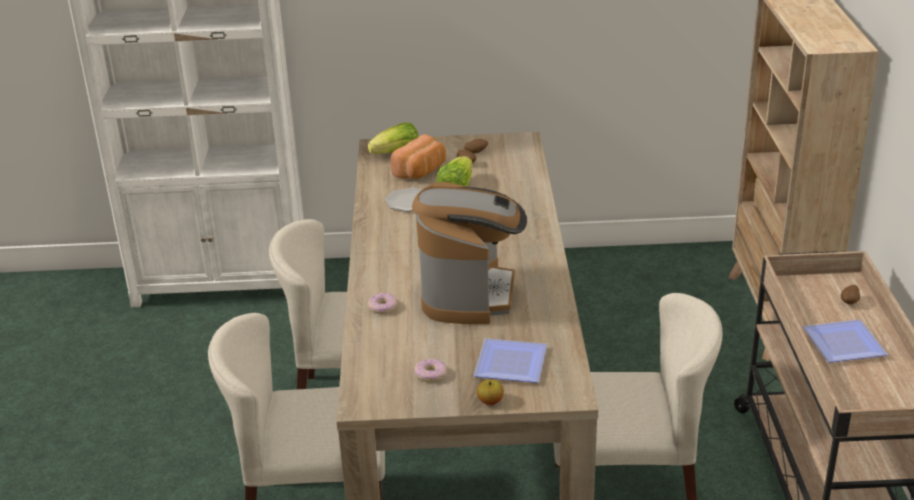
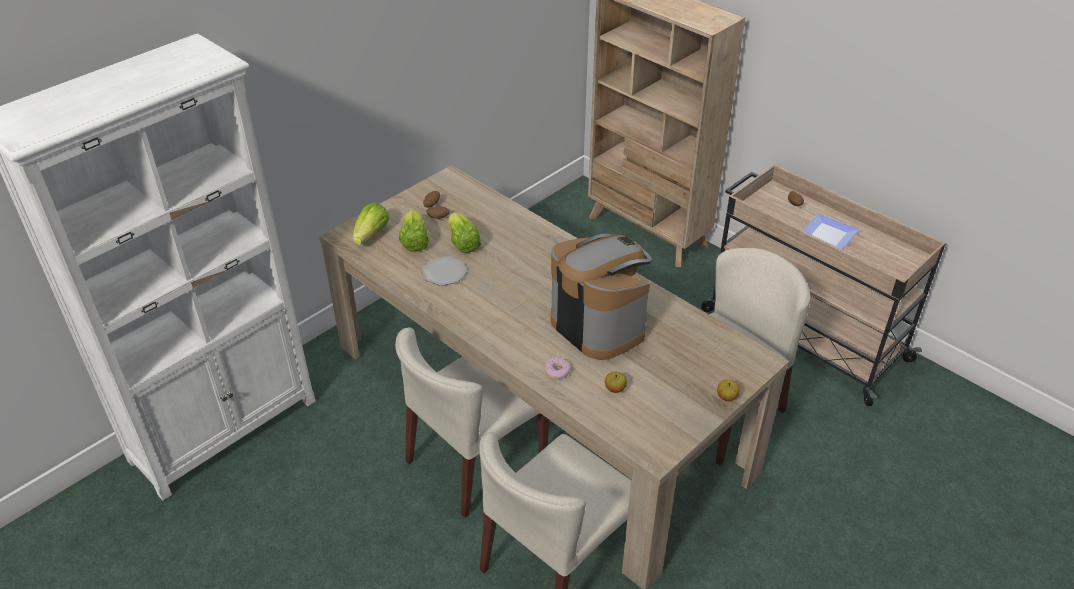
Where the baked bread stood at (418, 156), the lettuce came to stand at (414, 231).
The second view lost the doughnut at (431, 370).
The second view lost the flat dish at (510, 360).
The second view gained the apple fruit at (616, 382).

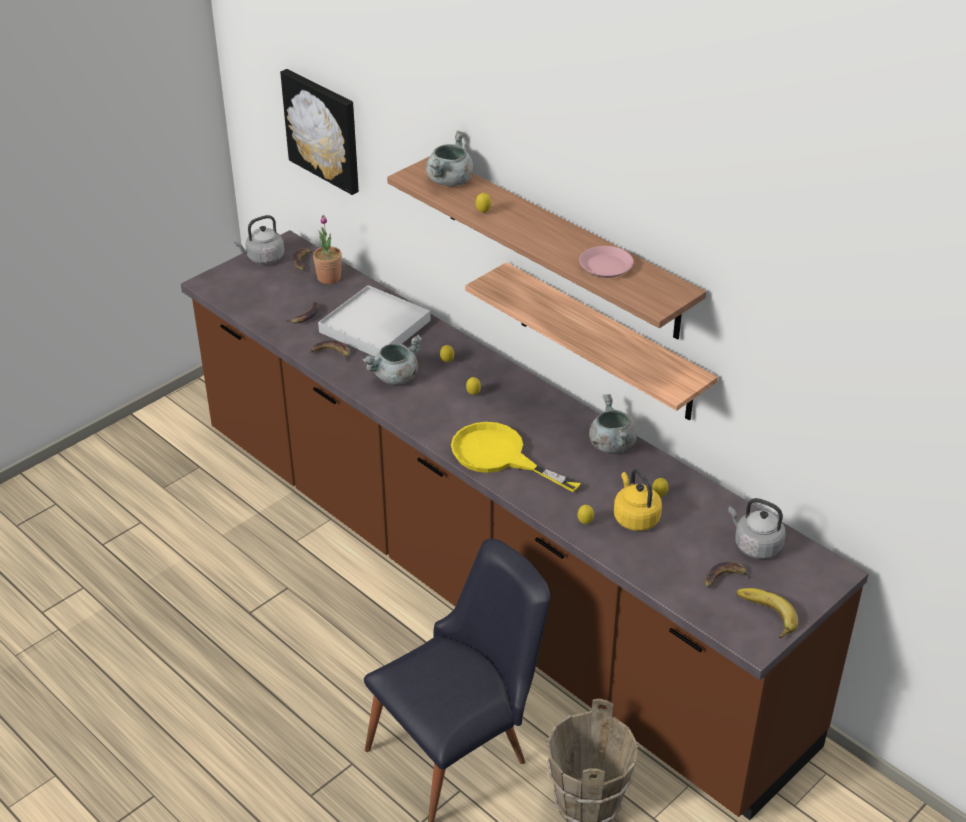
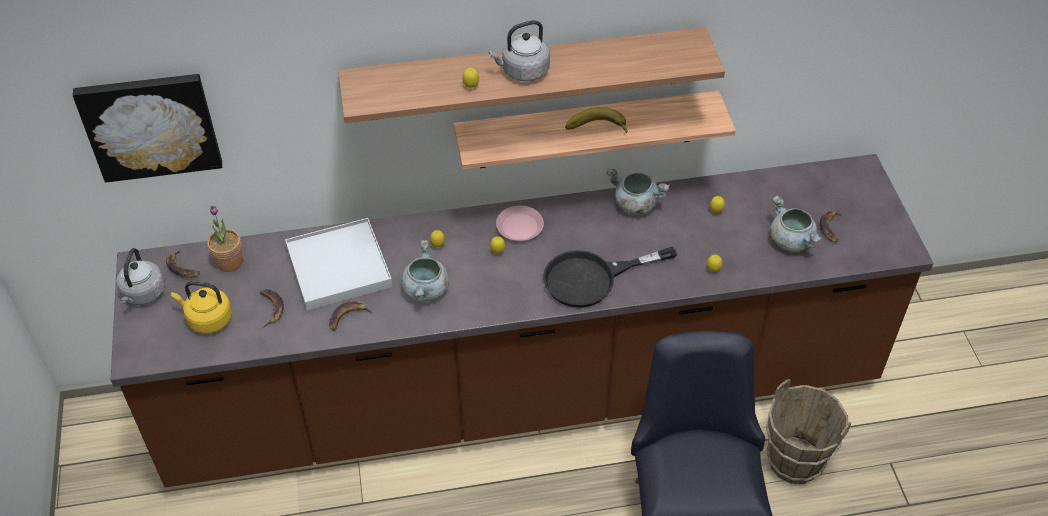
The gray cooking pot ended up elsewhere, having gone from (450, 158) to (796, 224).
What was the yellowish pan at (516, 457) turned into the black-coloured pan at (610, 277).
The pinkish flat dish ended up elsewhere, having gone from (606, 262) to (520, 223).
The yellowish kettle ended up elsewhere, having gone from (638, 500) to (201, 307).
The gray kettle ended up elsewhere, having gone from (757, 528) to (519, 50).
The banana ended up elsewhere, having gone from (767, 613) to (596, 120).

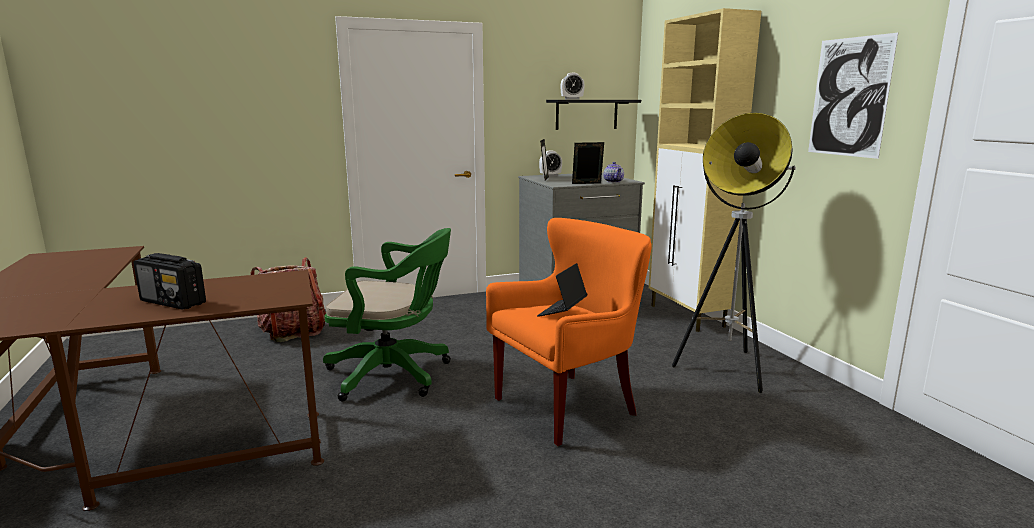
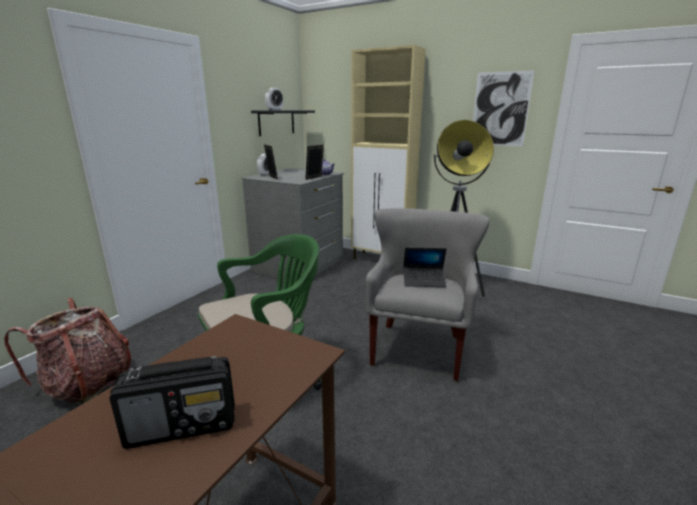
What was the orangey armchair at (568, 332) turned into the gray armchair at (428, 294).
The laptop at (562, 290) ended up facing another way, 75 degrees counterclockwise from before.

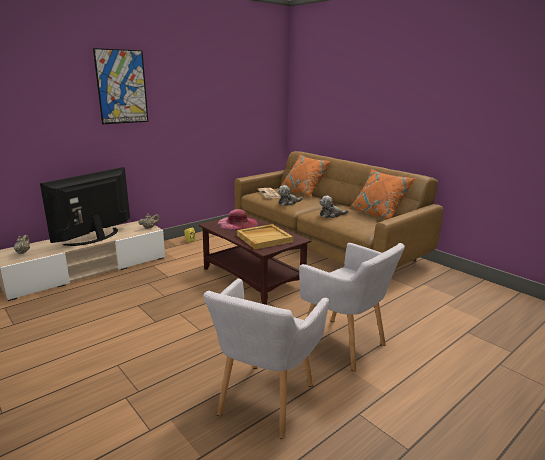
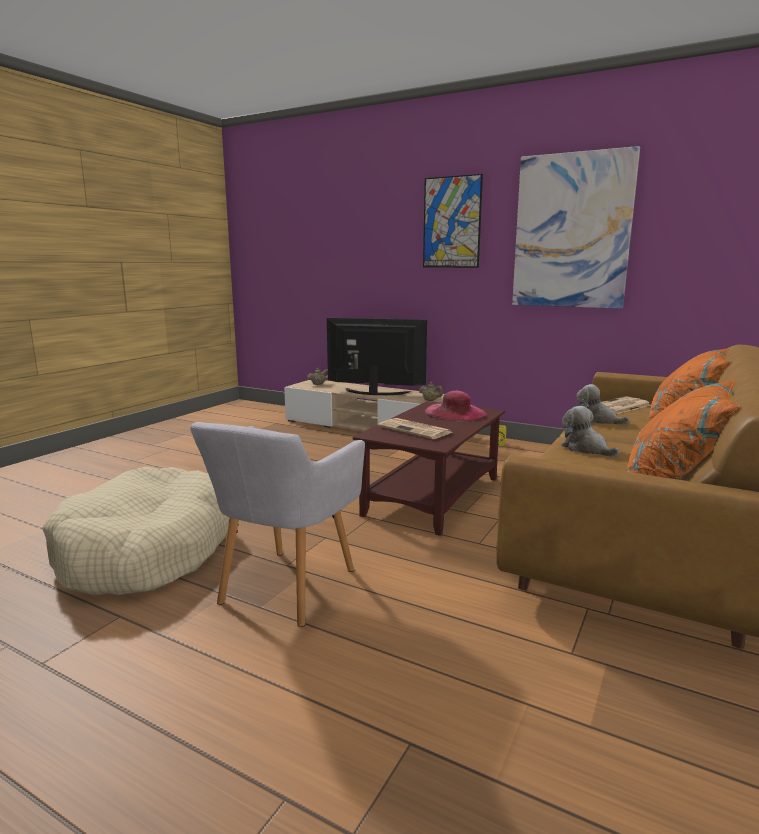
Where the gray armchair stood at (266, 359), the beige dog bed came to stand at (136, 530).
Where the beige tray stood at (265, 237), the printed paper came to stand at (415, 428).
The second view gained the wall art at (576, 227).

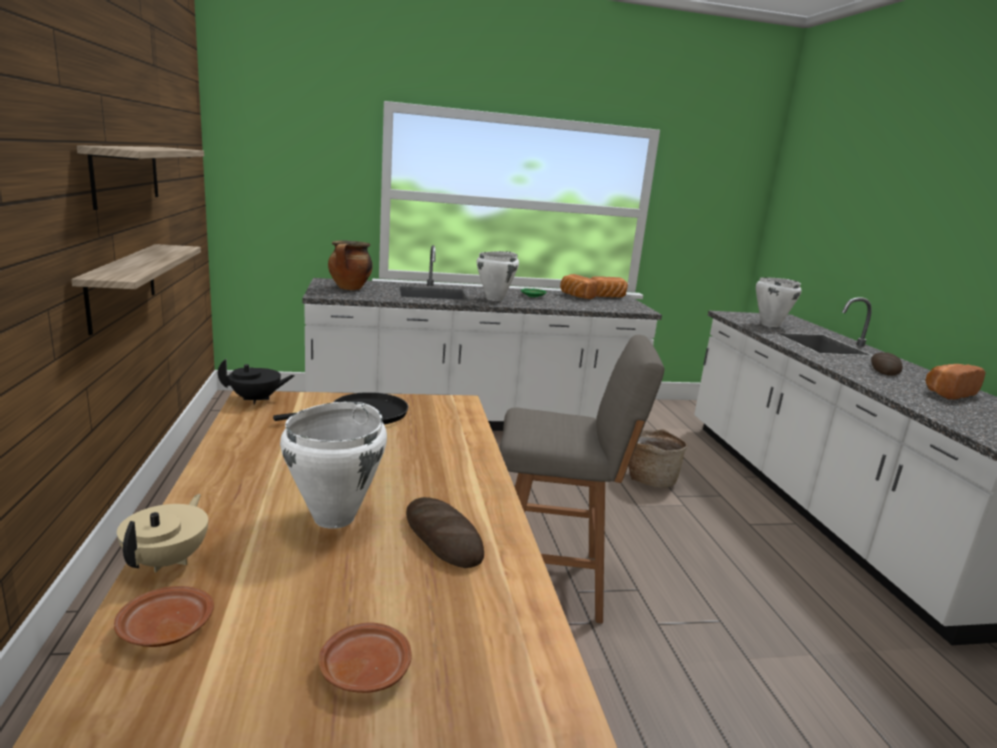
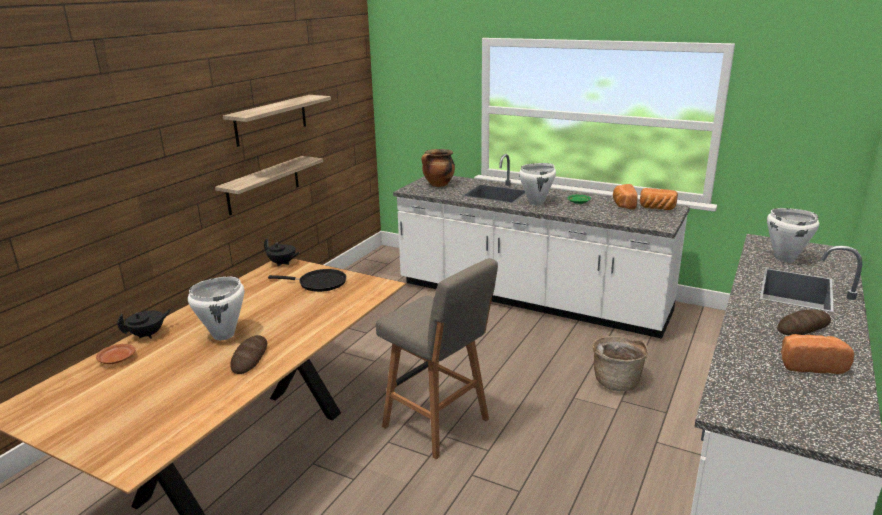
What was the beige teapot at (162, 533) turned into the black-coloured teapot at (144, 323).
The second view lost the brown flat dish at (365, 657).

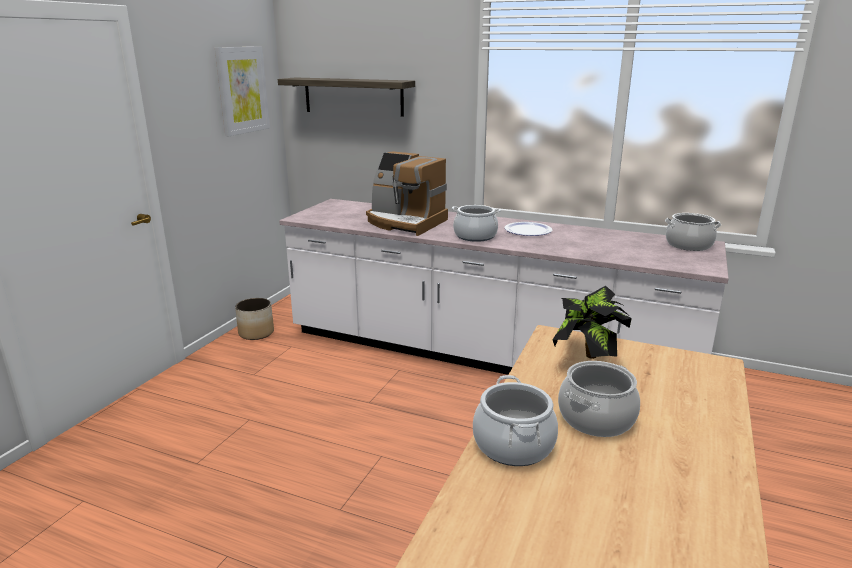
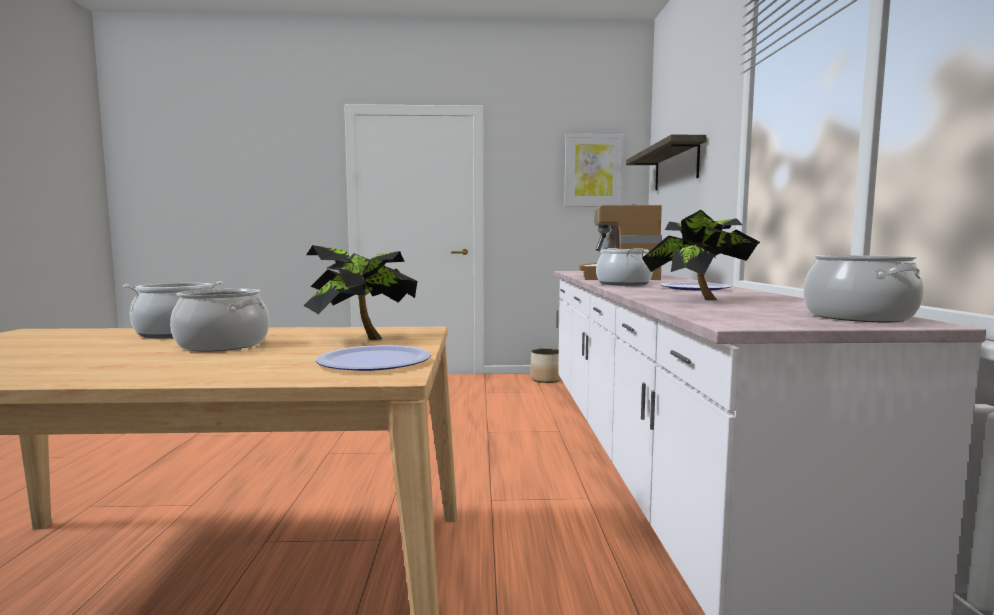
The second view gained the flat dish at (373, 358).
The second view gained the houseplant at (701, 255).

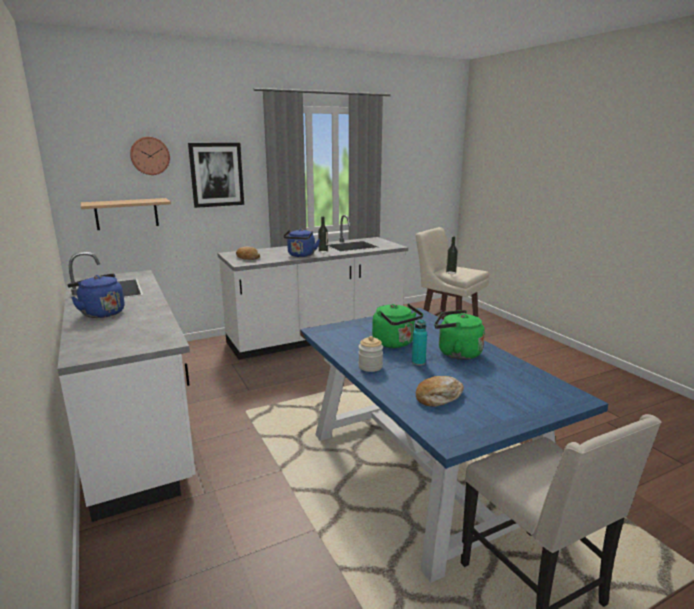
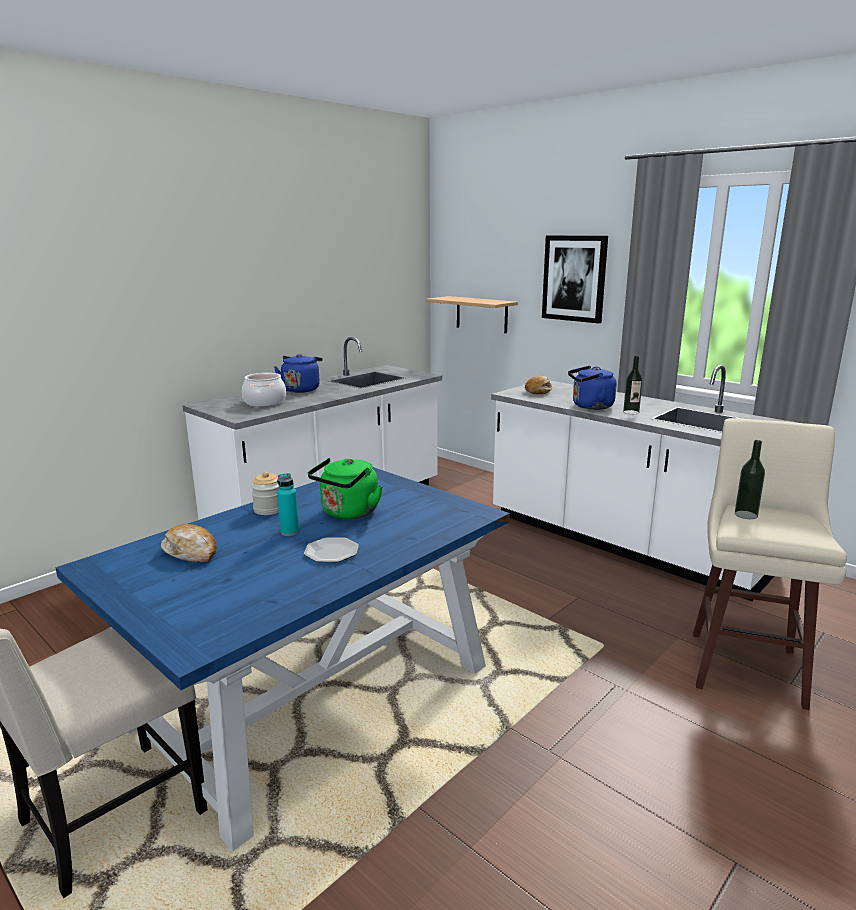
The second view lost the clock on the wall at (150, 156).
Where the green kettle stood at (459, 335), the flat dish came to stand at (331, 549).
The second view gained the cooking pot at (264, 389).

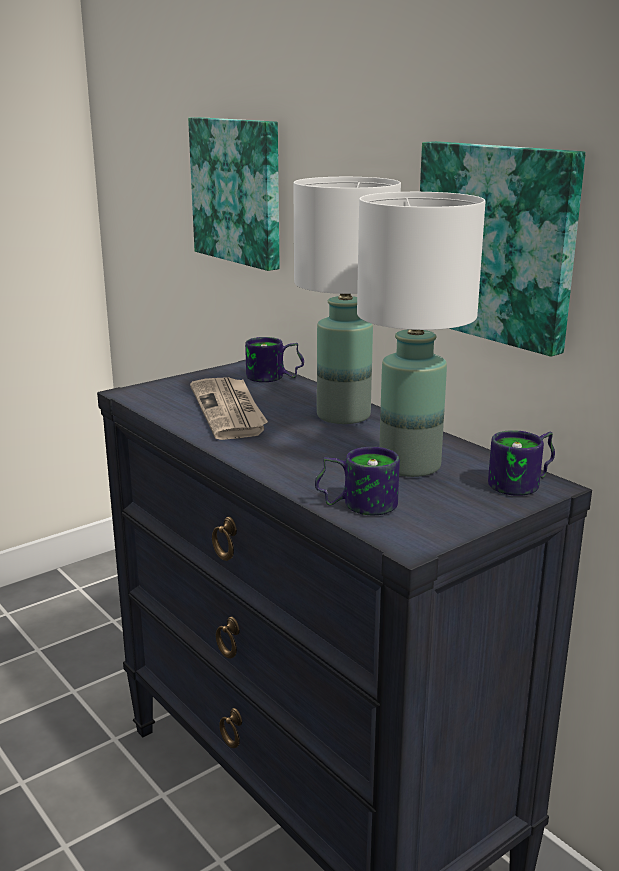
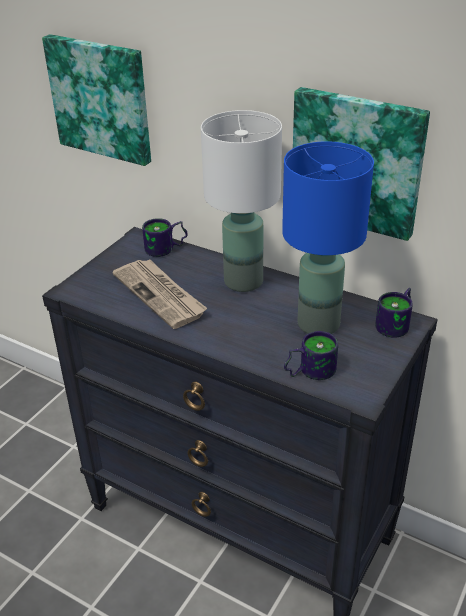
What was the white-coloured tabletop lamp at (421, 334) turned into the blue-coloured tabletop lamp at (328, 237).

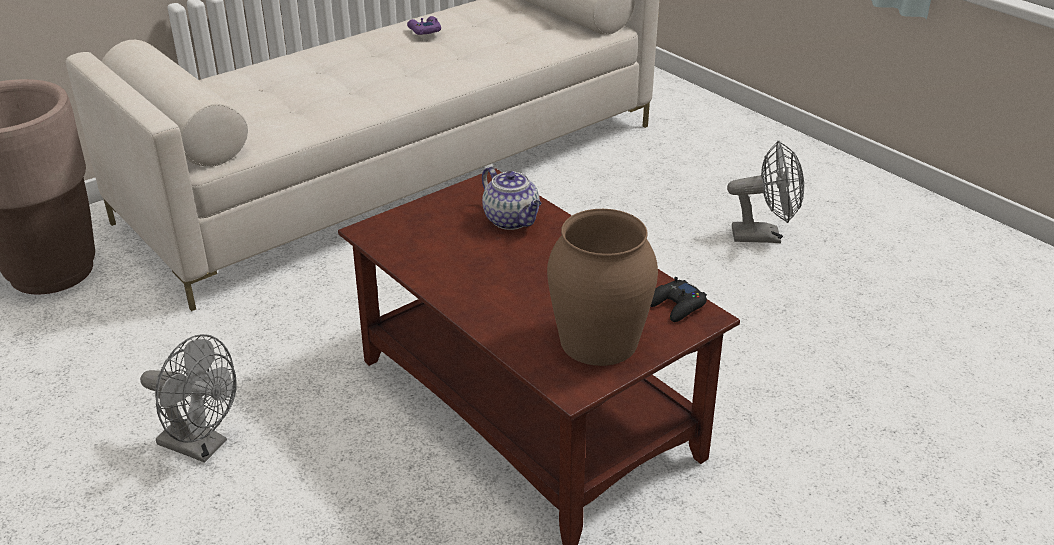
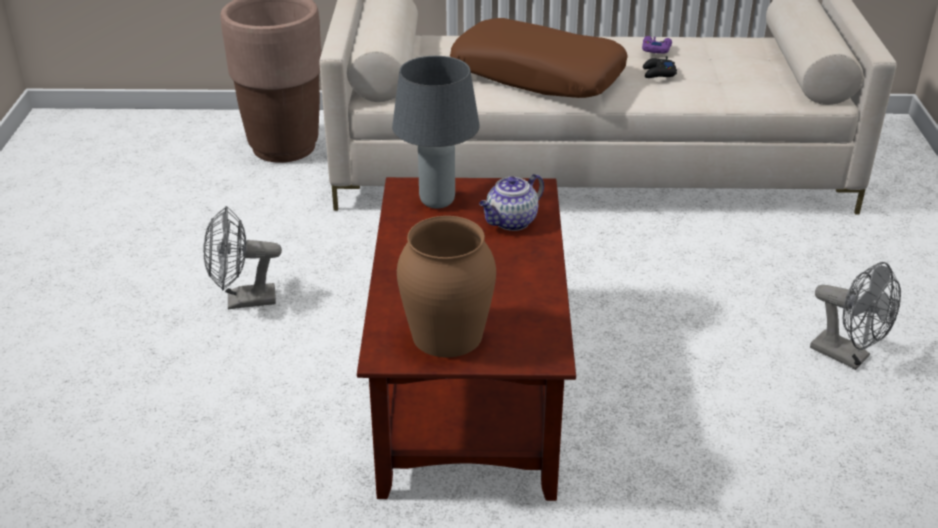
The gray electric fan at (188, 398) ended up facing another way, 105 degrees clockwise from before.
The teapot at (511, 198) ended up facing another way, 45 degrees clockwise from before.
The black-coloured joypad ended up elsewhere, having gone from (678, 299) to (660, 67).
The second view gained the gray tabletop lamp at (436, 132).
The second view gained the brown pillow at (539, 58).

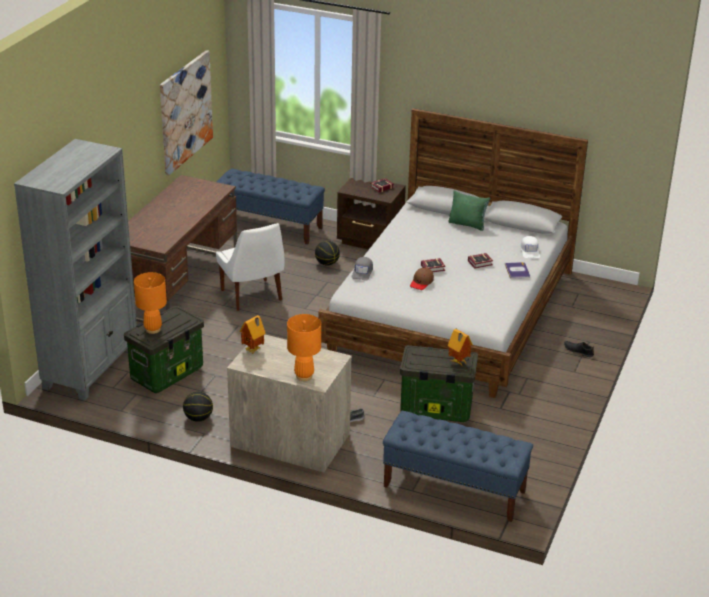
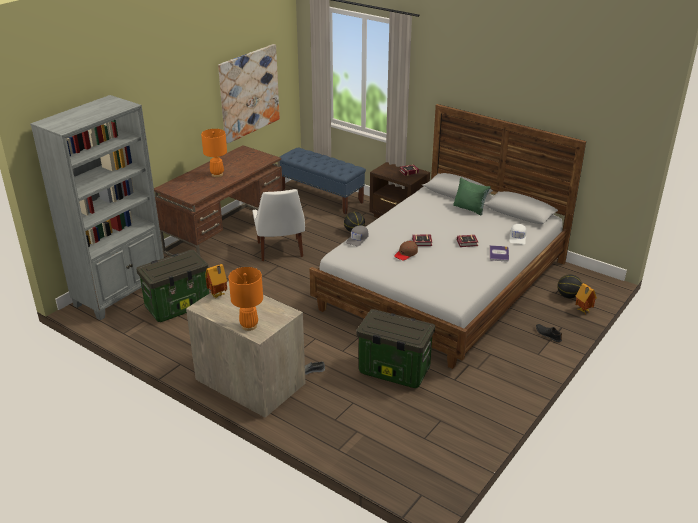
The orangey tabletop lamp ended up elsewhere, having gone from (150, 303) to (214, 153).
The ball for basketball ended up elsewhere, having gone from (198, 407) to (569, 286).
The second view lost the blue-coloured bench at (458, 466).
The miniature house ended up elsewhere, having gone from (460, 347) to (586, 298).

